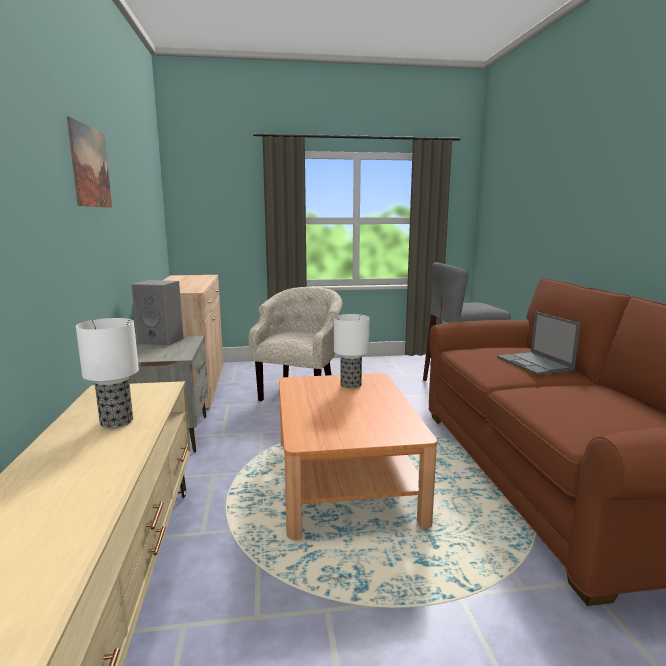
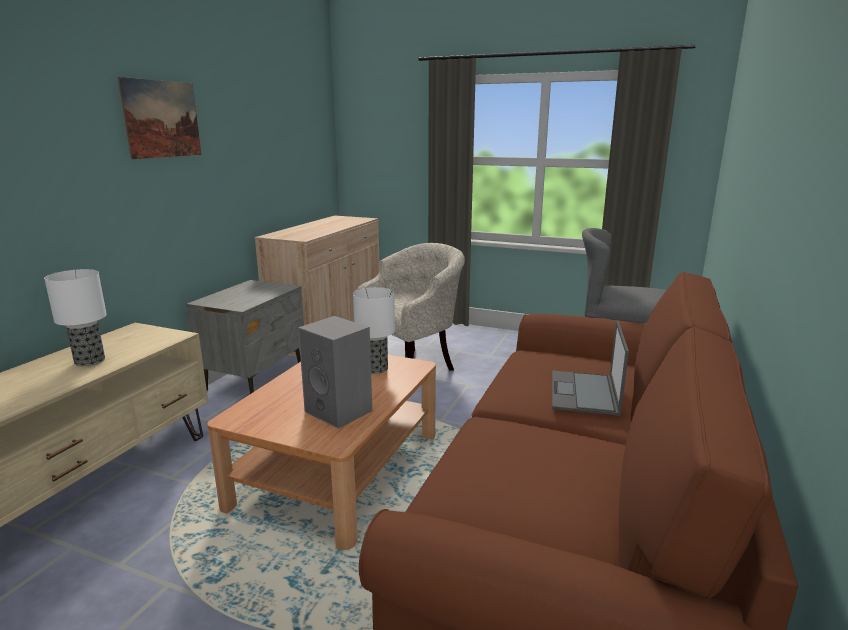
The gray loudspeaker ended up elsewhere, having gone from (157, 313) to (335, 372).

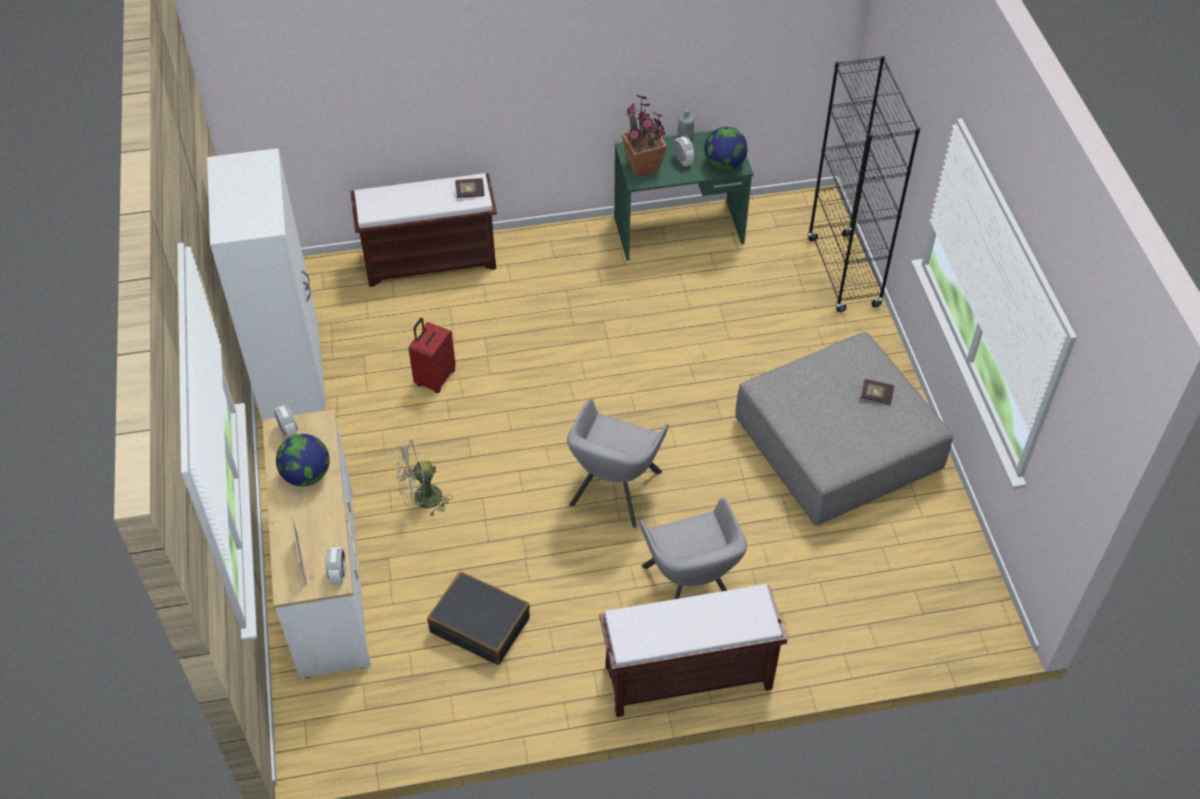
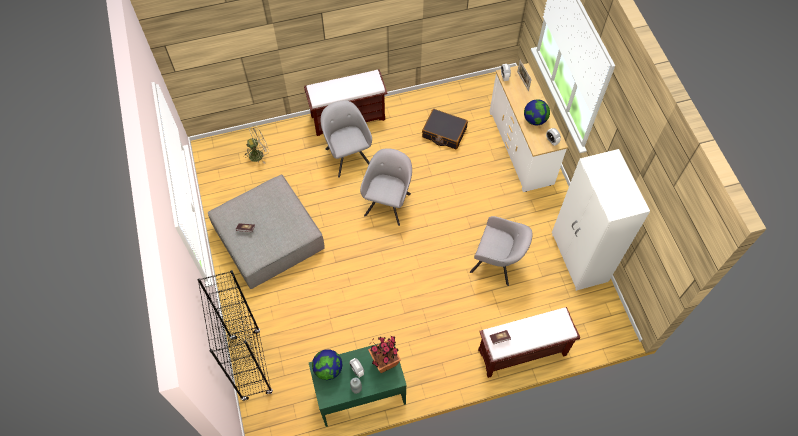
The beige electric fan ended up elsewhere, having gone from (423, 478) to (256, 144).
Where the reddish piece of luggage stood at (432, 355), the gray armchair came to stand at (501, 251).

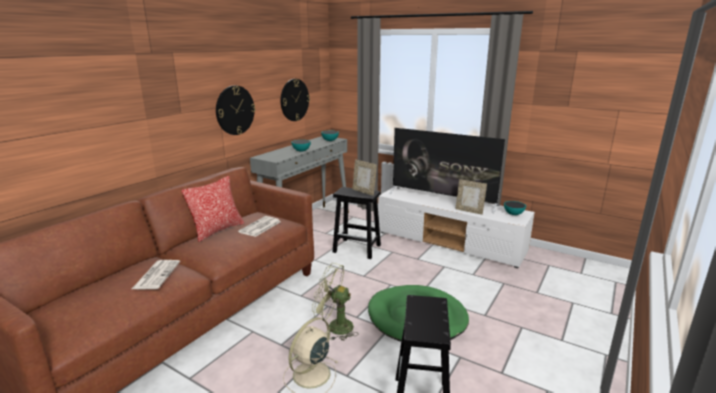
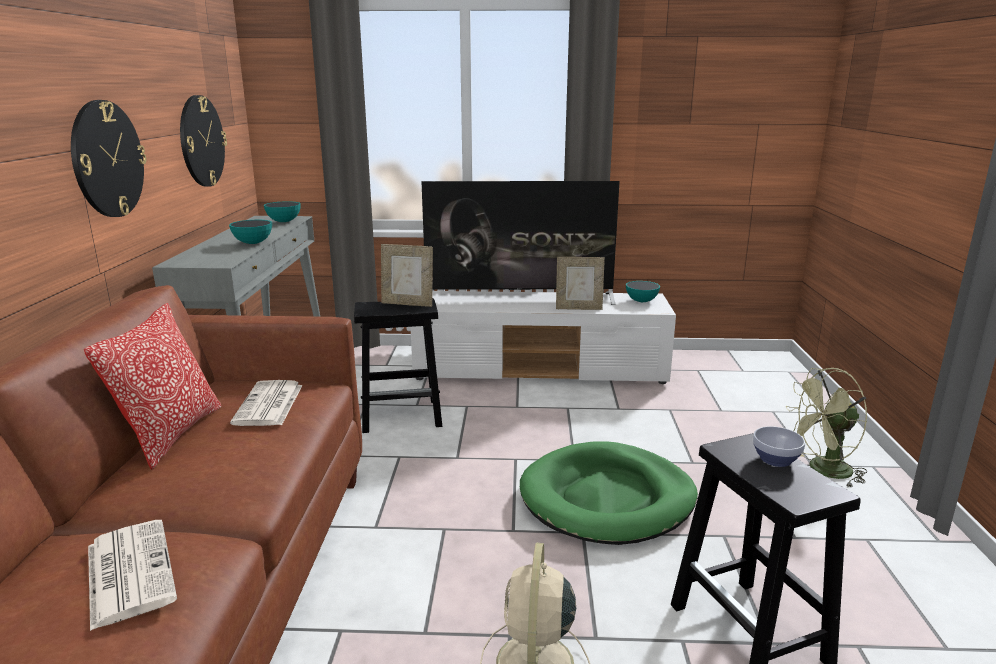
The green electric fan ended up elsewhere, having gone from (334, 302) to (826, 427).
The second view gained the serving bowl at (779, 446).

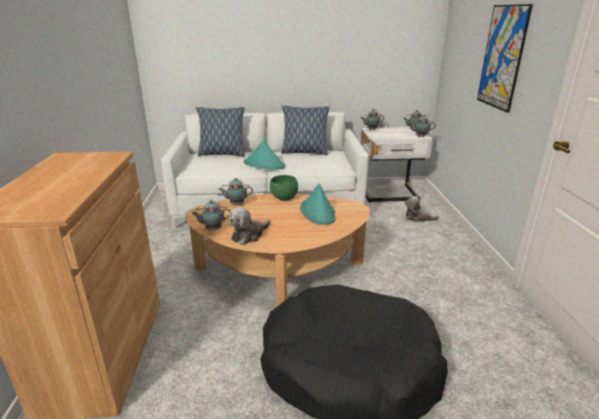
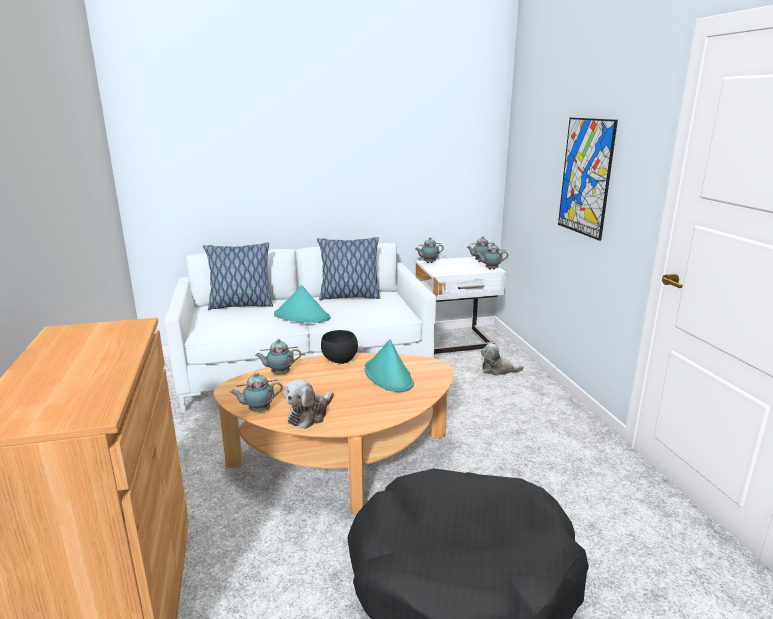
What was the green serving bowl at (284, 188) turned into the black-coloured serving bowl at (339, 347).

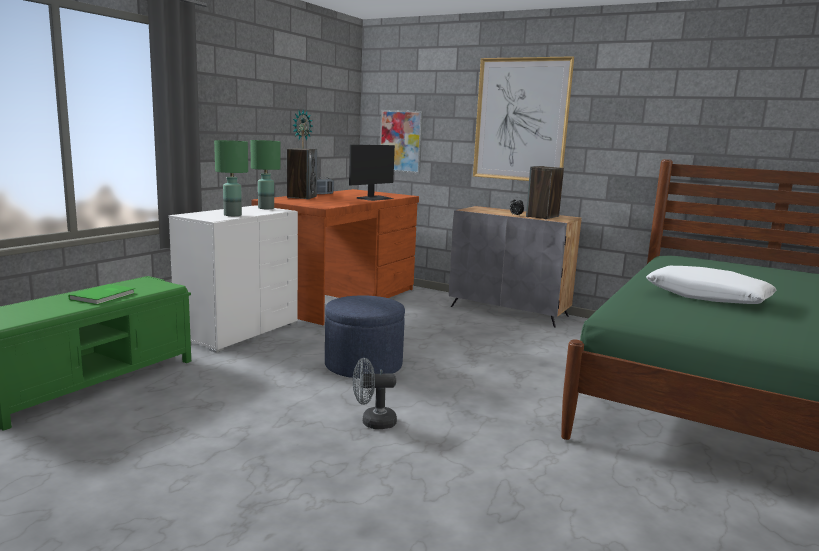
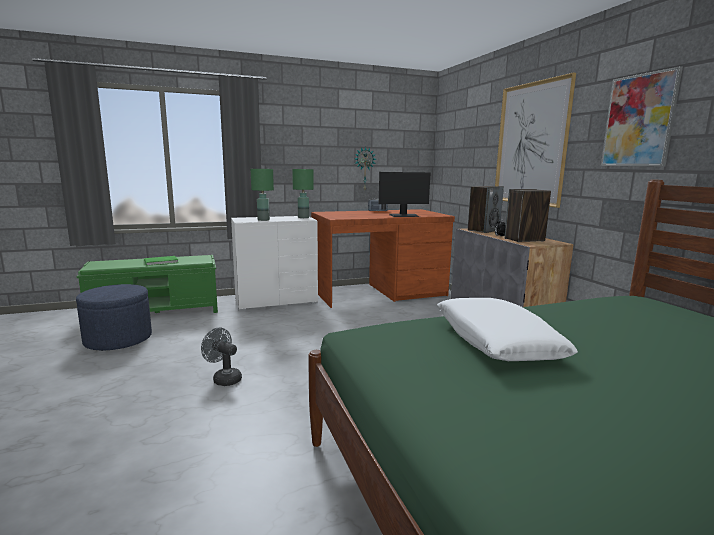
The loudspeaker ended up elsewhere, having gone from (302, 173) to (486, 209).
The blue-coloured footrest ended up elsewhere, having gone from (365, 336) to (114, 317).
The wall art ended up elsewhere, having gone from (401, 142) to (642, 116).

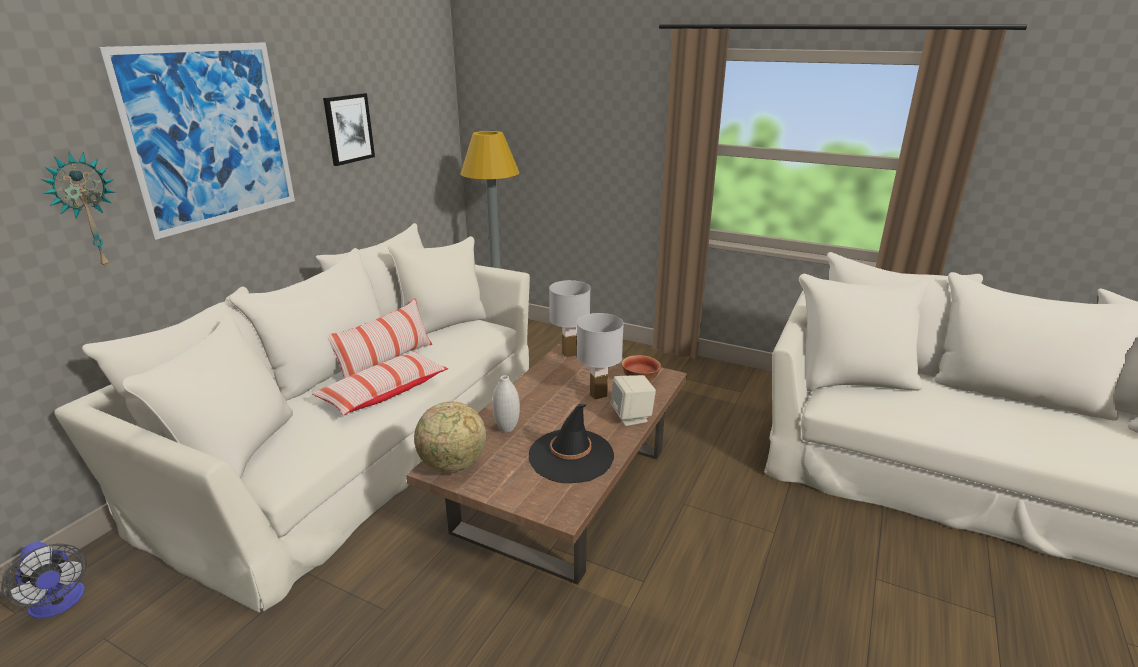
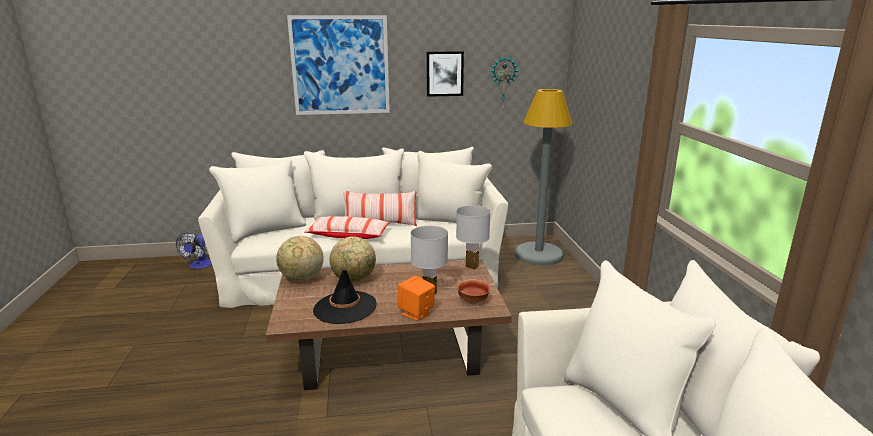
The clock on the wall ended up elsewhere, having gone from (78, 210) to (504, 82).
Where the white-coloured flower vase stood at (506, 404), the globe came to stand at (353, 259).
What was the beige loudspeaker at (633, 400) turned into the orangey loudspeaker at (416, 297).

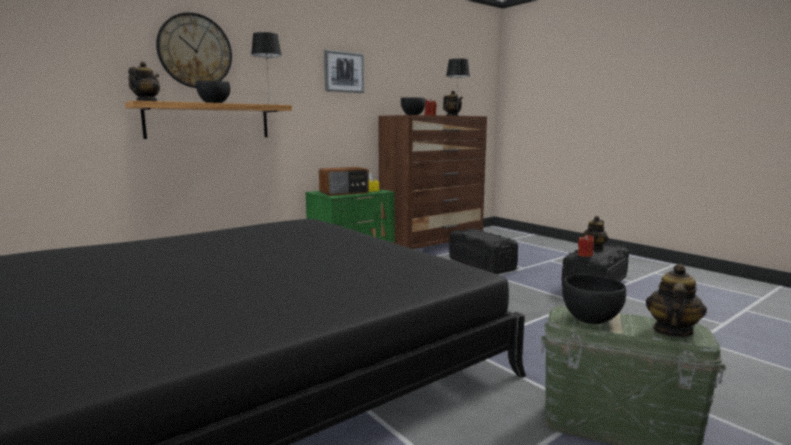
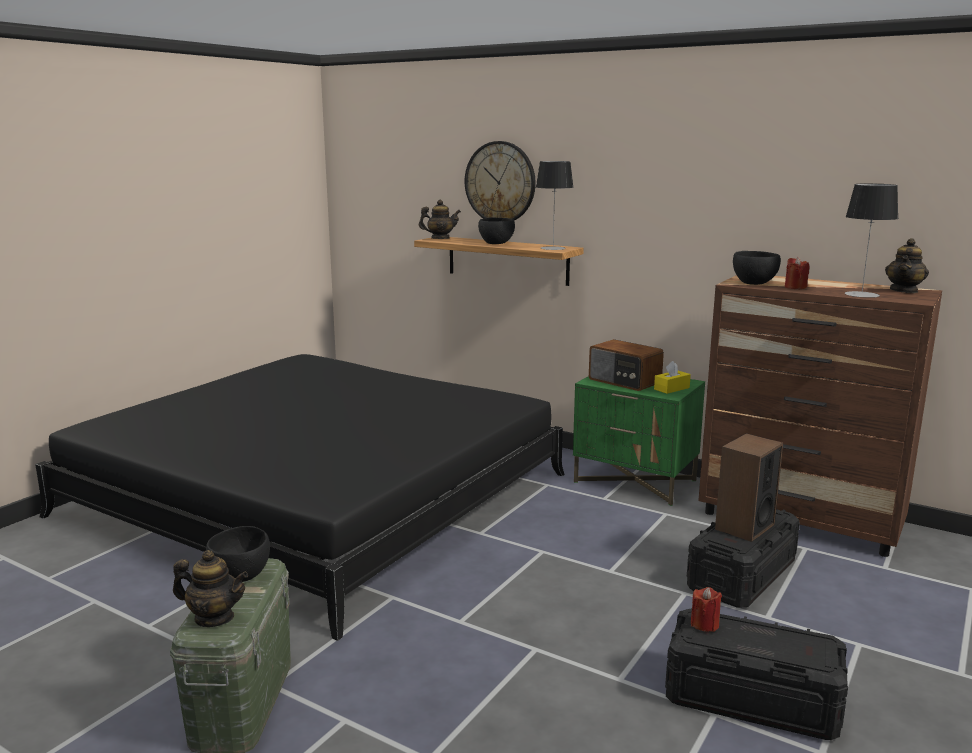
The second view lost the wall art at (344, 71).
The second view lost the teapot at (595, 233).
The second view gained the loudspeaker at (749, 487).

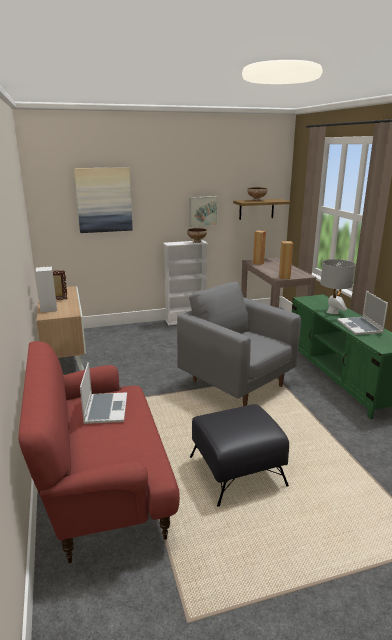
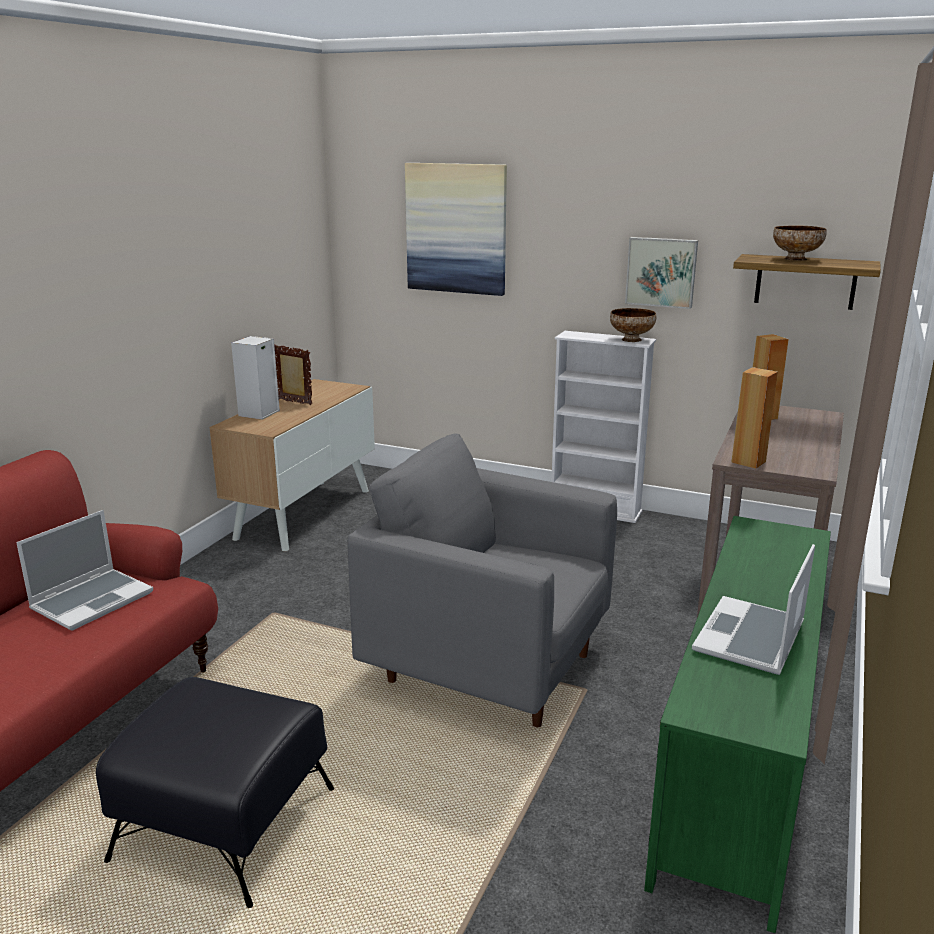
The gray armchair at (239, 344) ended up facing another way, 60 degrees counterclockwise from before.
The second view lost the gray tabletop lamp at (338, 286).

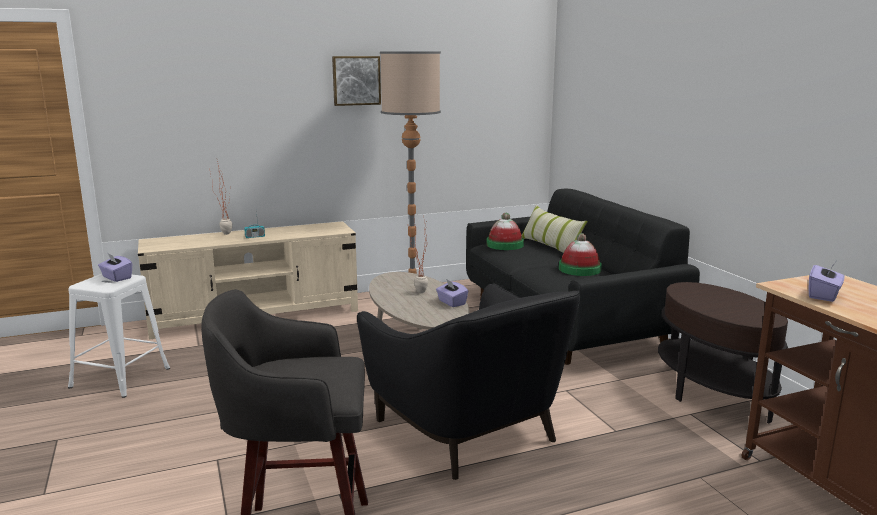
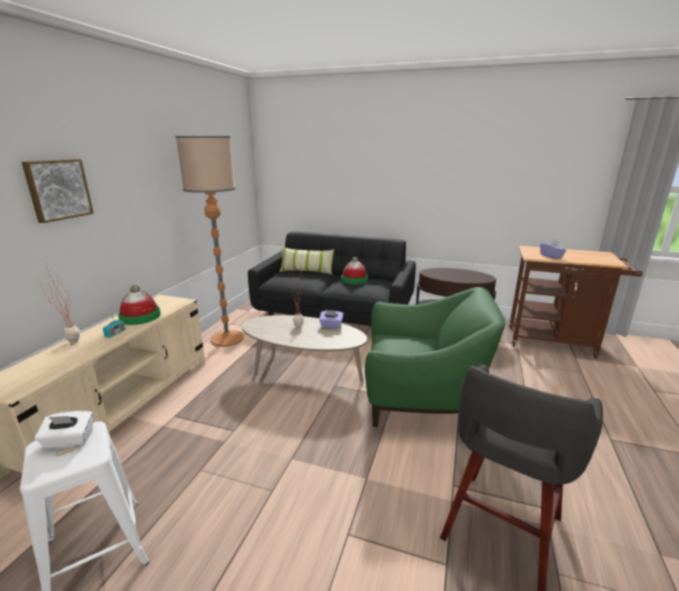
What was the purple box of tissues at (115, 268) turned into the white-coloured box of tissues at (64, 430).
The wall art ended up elsewhere, having gone from (356, 81) to (58, 191).
What was the black-coloured armchair at (468, 382) turned into the green armchair at (435, 357).
The wearable hat ended up elsewhere, having gone from (505, 231) to (139, 305).

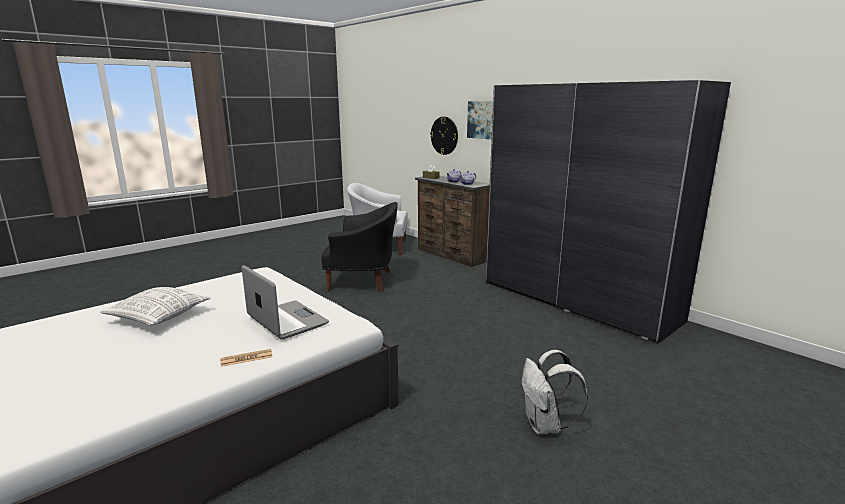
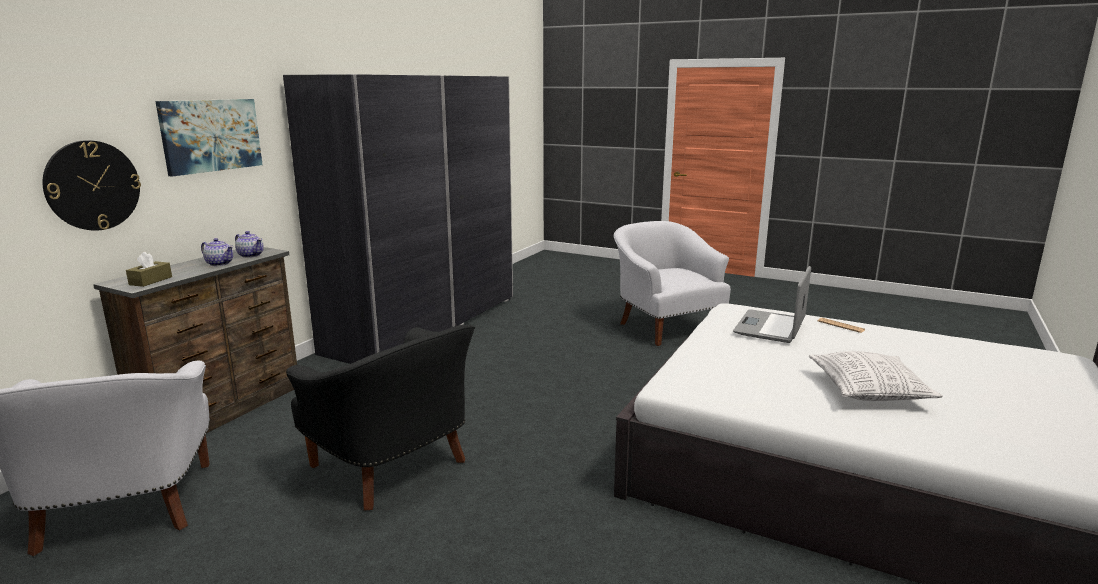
The black-coloured armchair at (360, 247) ended up facing another way, 150 degrees clockwise from before.
Where the white-coloured backpack stood at (555, 392), the white-coloured armchair came to stand at (672, 283).

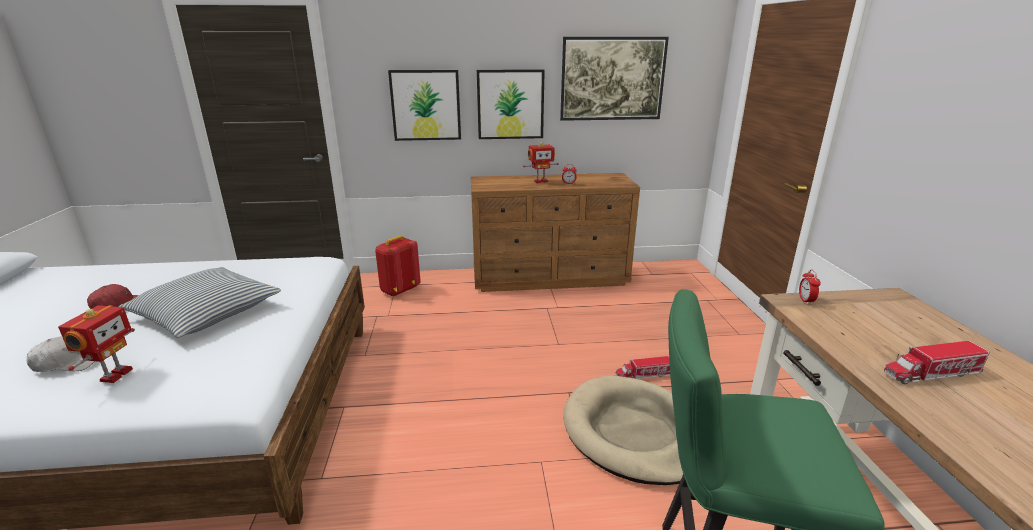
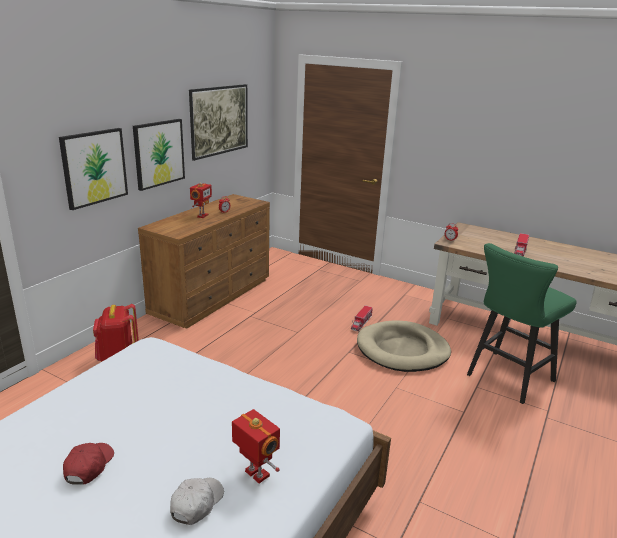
The second view lost the pillow at (200, 302).

